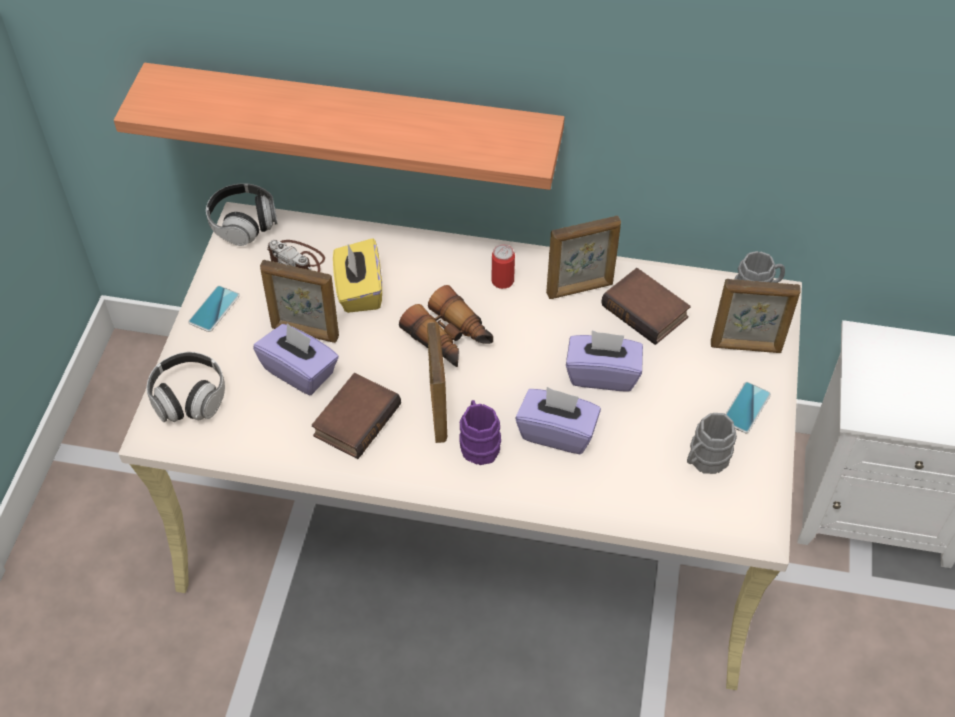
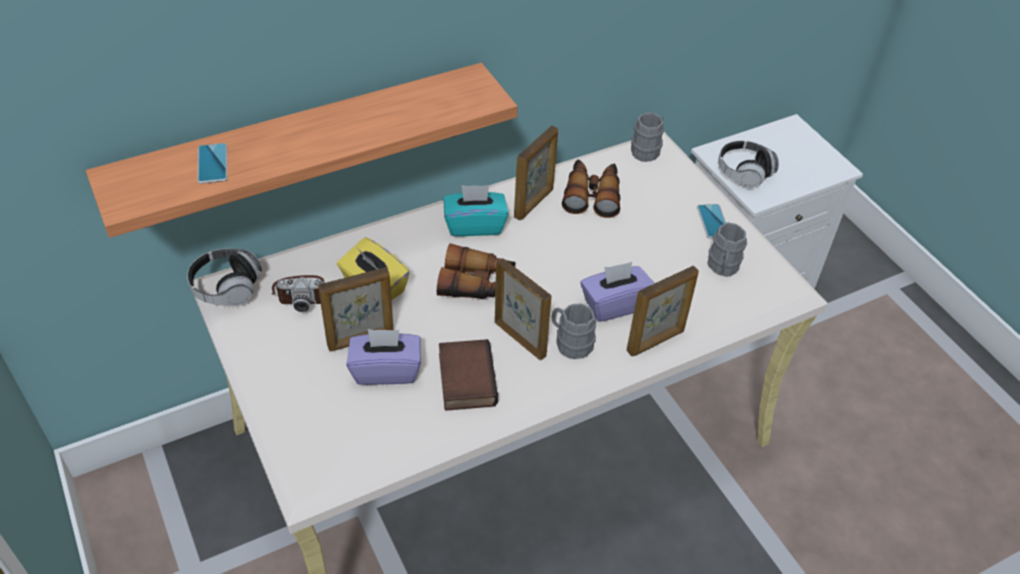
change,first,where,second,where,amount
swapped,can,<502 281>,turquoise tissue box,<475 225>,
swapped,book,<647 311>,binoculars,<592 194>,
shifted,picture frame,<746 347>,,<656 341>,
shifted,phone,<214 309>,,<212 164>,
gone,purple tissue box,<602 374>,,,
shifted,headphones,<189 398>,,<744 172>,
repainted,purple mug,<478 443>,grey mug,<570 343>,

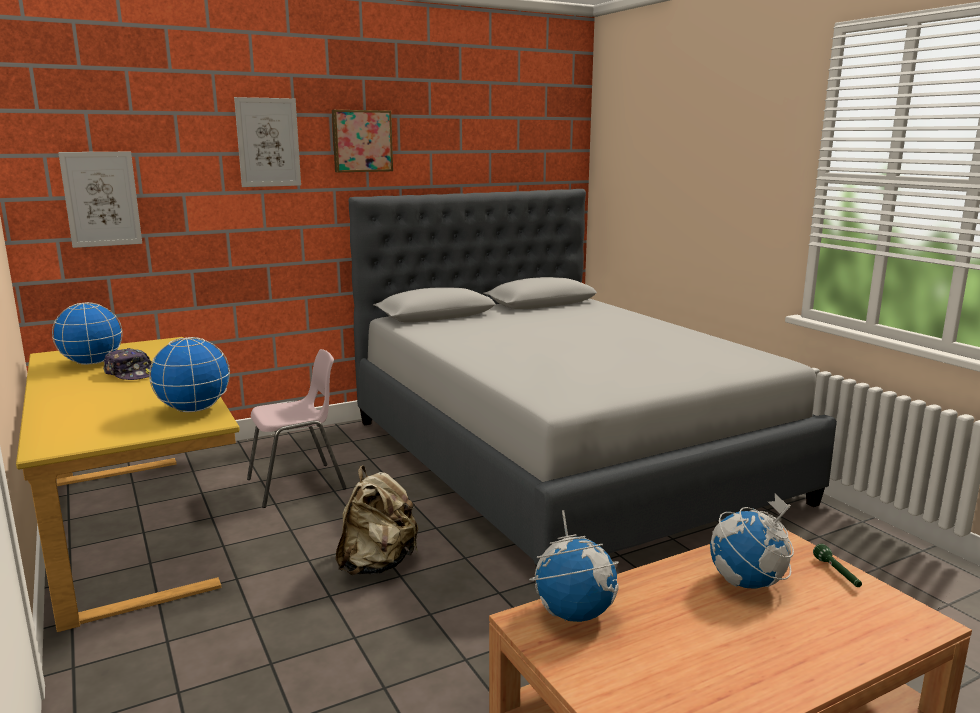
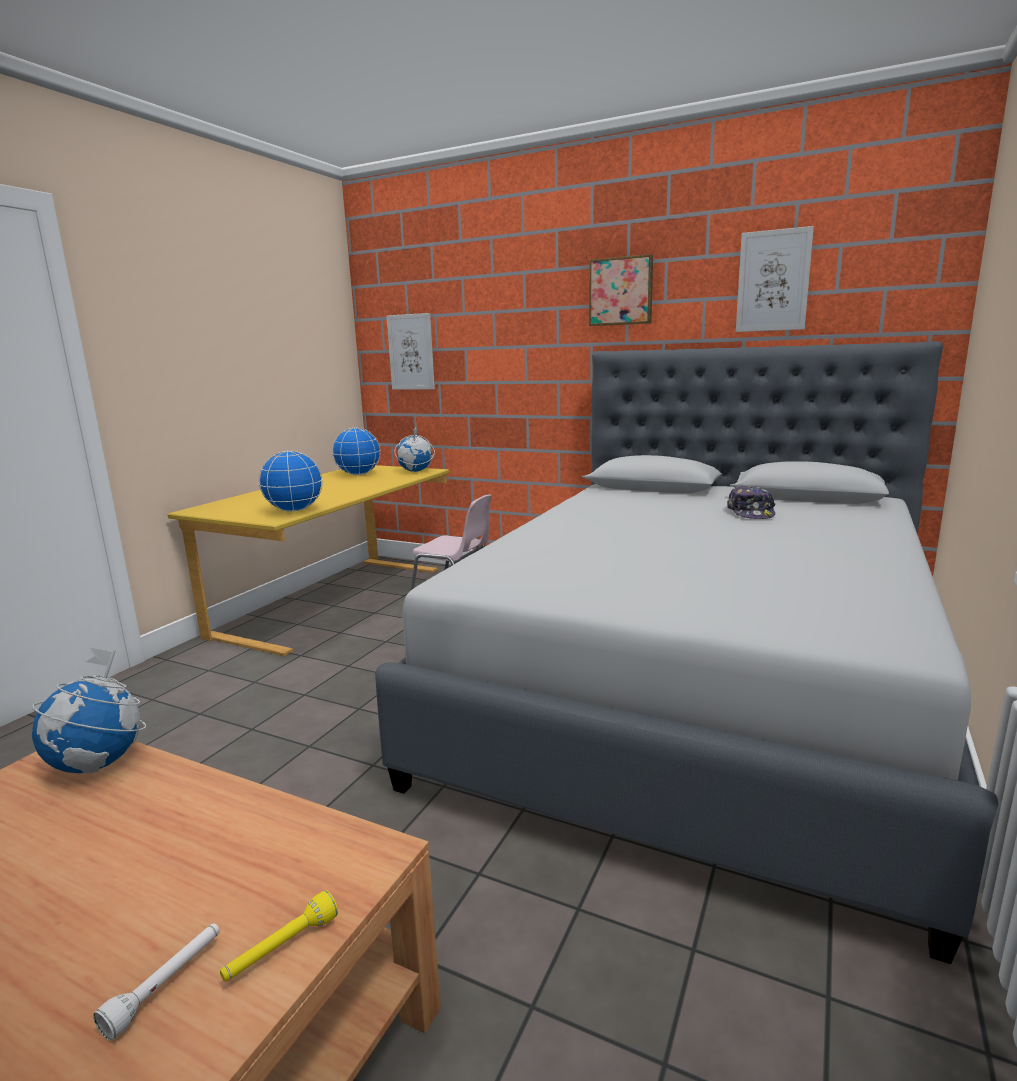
change,first,where,second,where,amount
shifted,picture,<268 142>,,<773 281>,
shifted,cap,<130 374>,,<751 513>,
gone,beige backpack,<377 564>,,,
shifted,globe,<747 583>,,<415 471>,
repainted,green flashlight,<837 574>,yellow flashlight,<281 949>,
new,,,white flashlight,<166 985>,

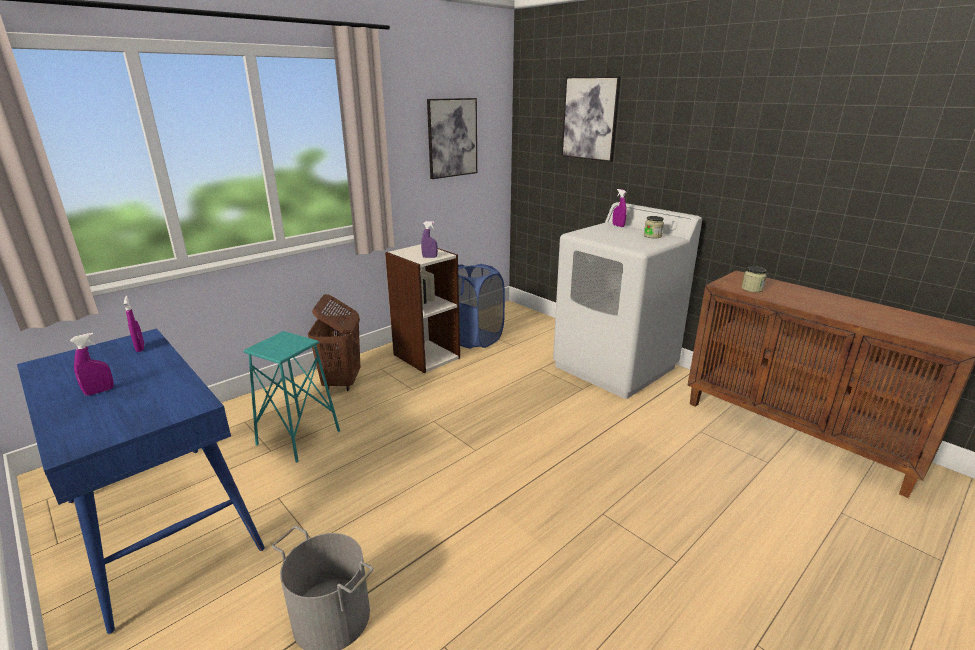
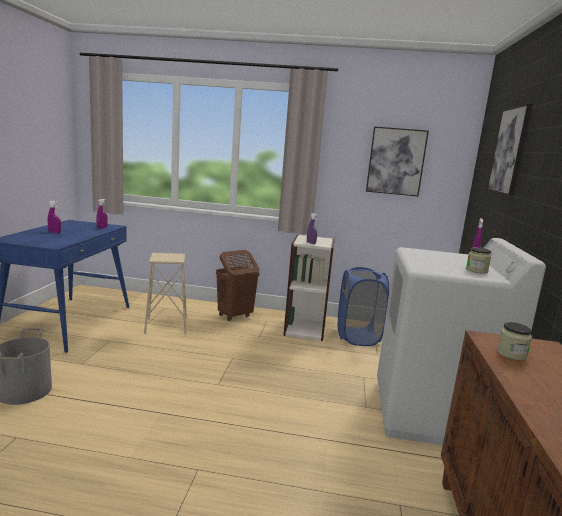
change,first,where,second,where,amount
repainted,turquoise stool,<299 438>,beige stool,<166 325>,

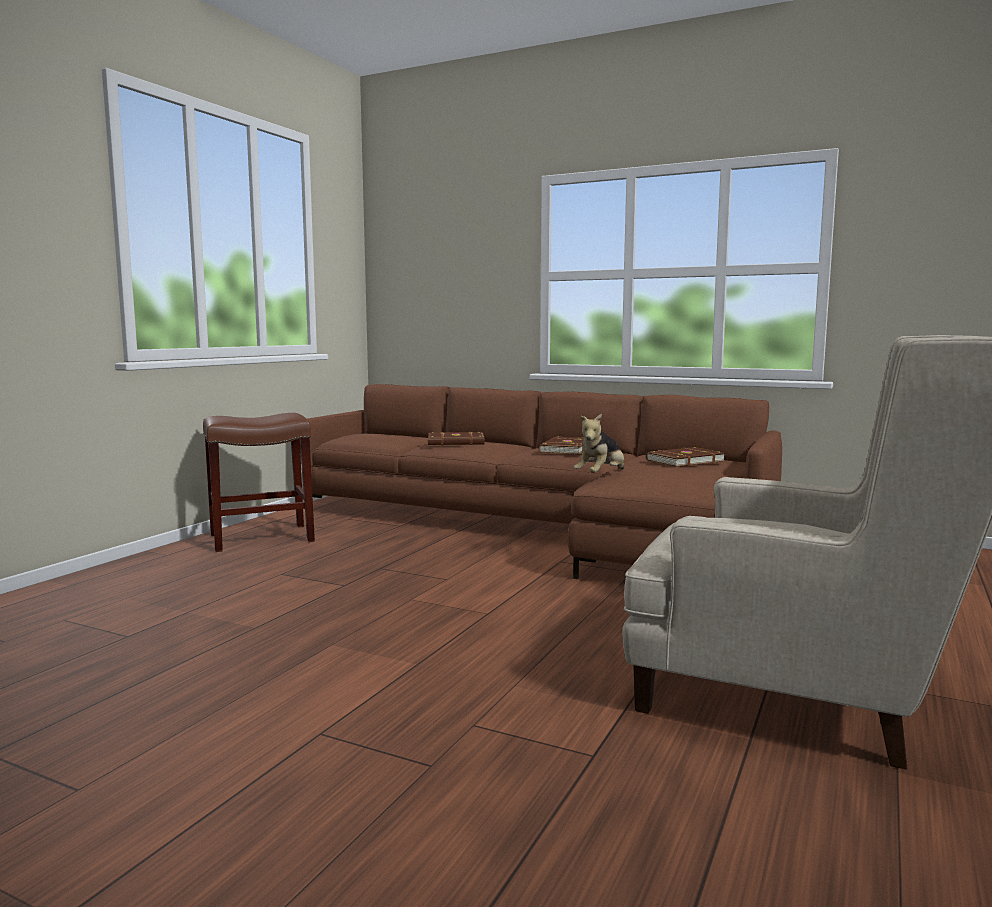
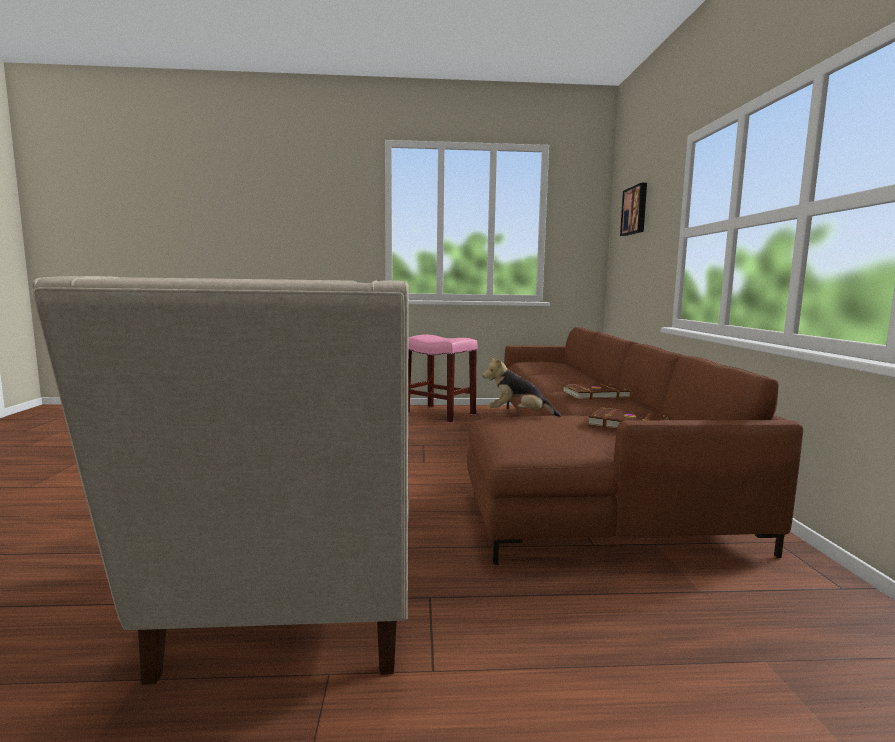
change,first,where,second,where,amount
repainted,brown stool,<262 537>,pink stool,<440 414>,
gone,brown book,<456 442>,,,
new,,,picture,<635 210>,

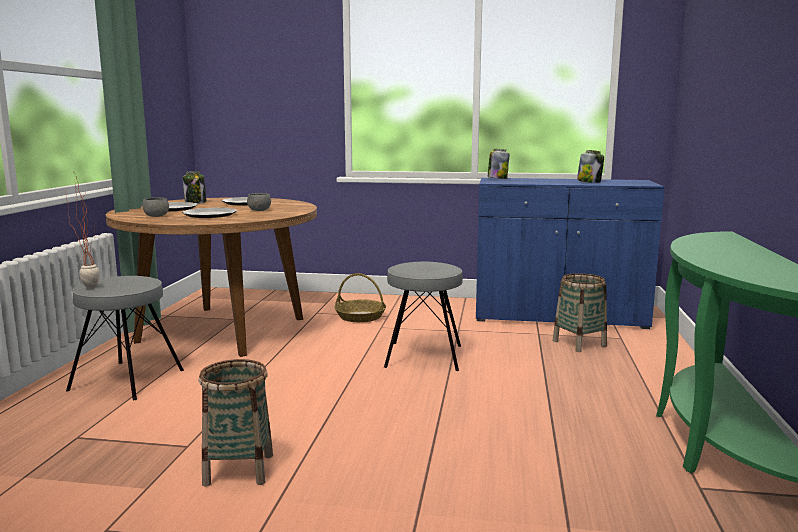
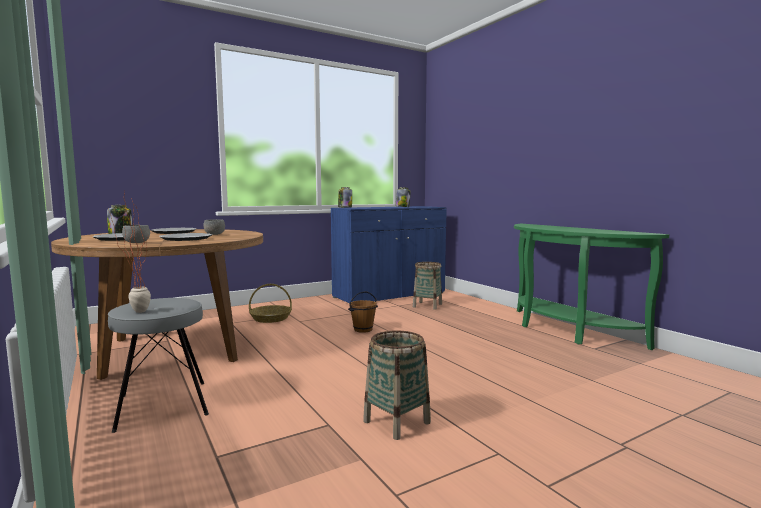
change,first,where,second,where,amount
swapped,grey stool,<424 356>,brown bucket,<363 329>,

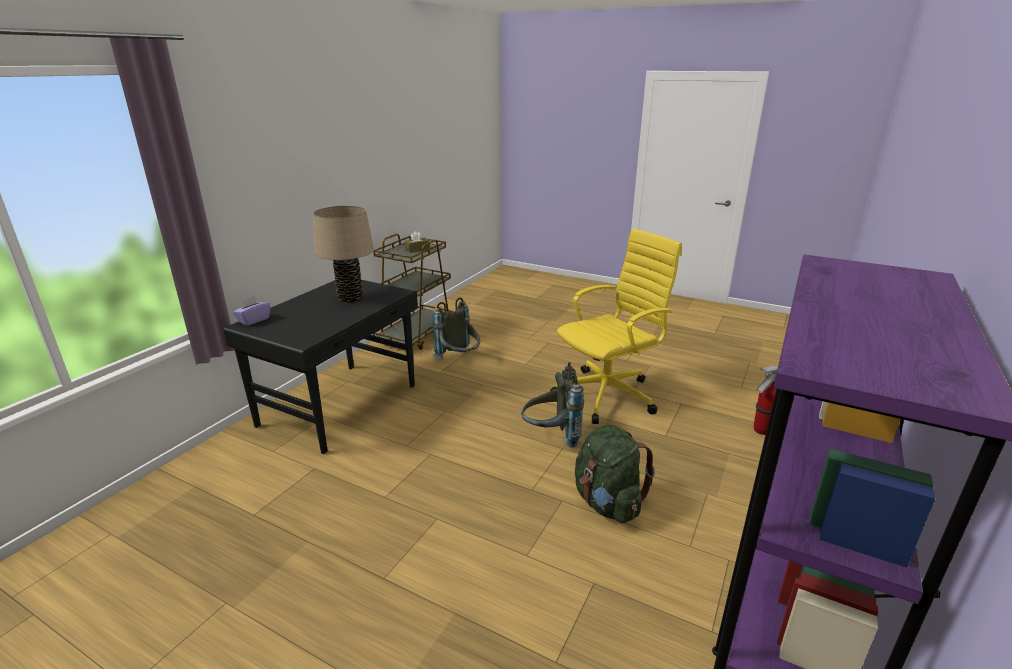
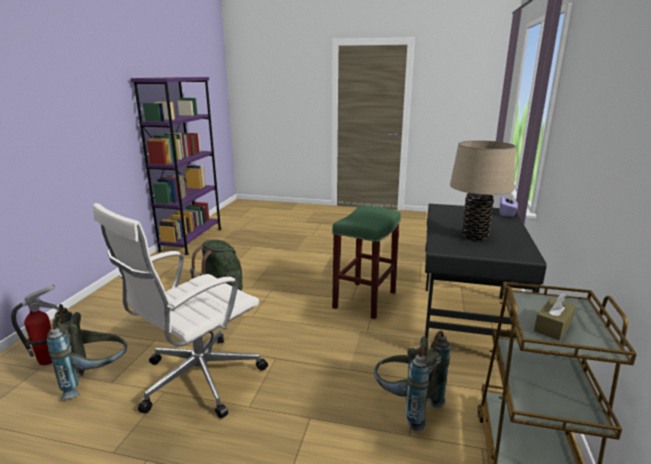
change,first,where,second,where,amount
repainted,yellow office chair,<608 395>,white office chair,<197 380>,
shifted,grey backpack,<551 436>,,<96 379>,
new,,,green stool,<364 299>,

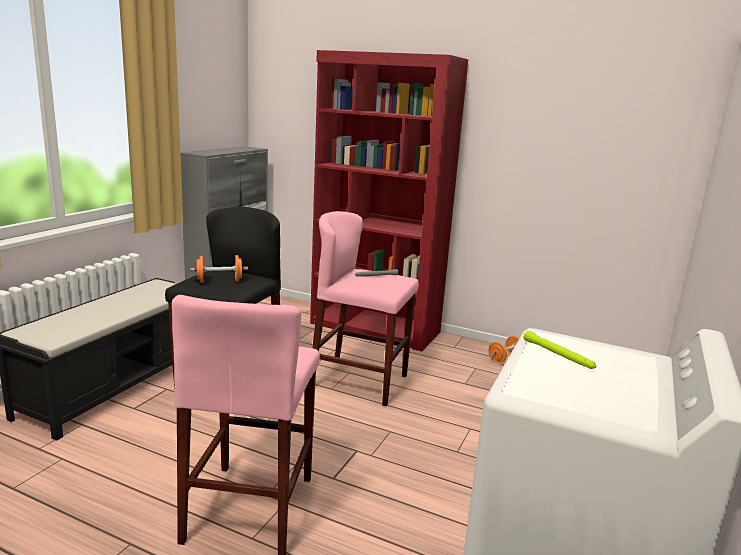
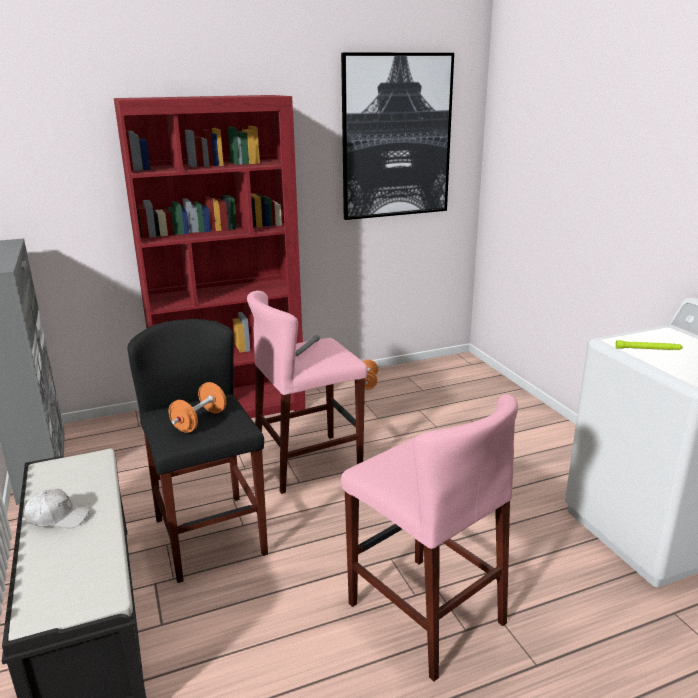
change,first,where,second,where,amount
new,,,picture,<396 137>,
new,,,white cap,<58 517>,

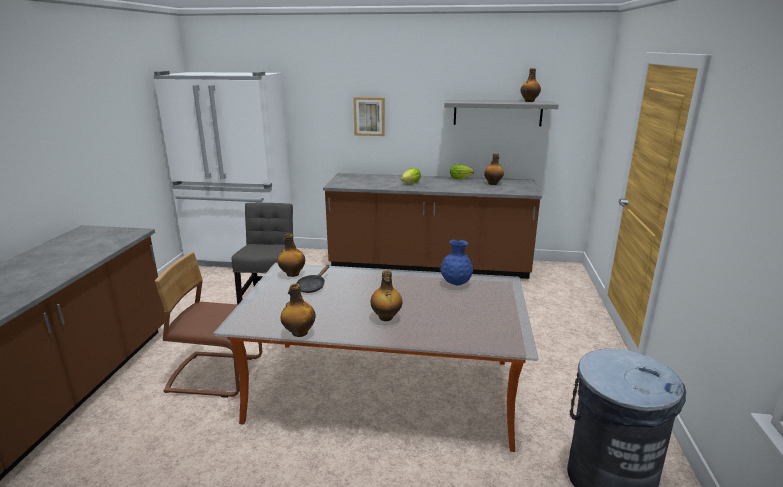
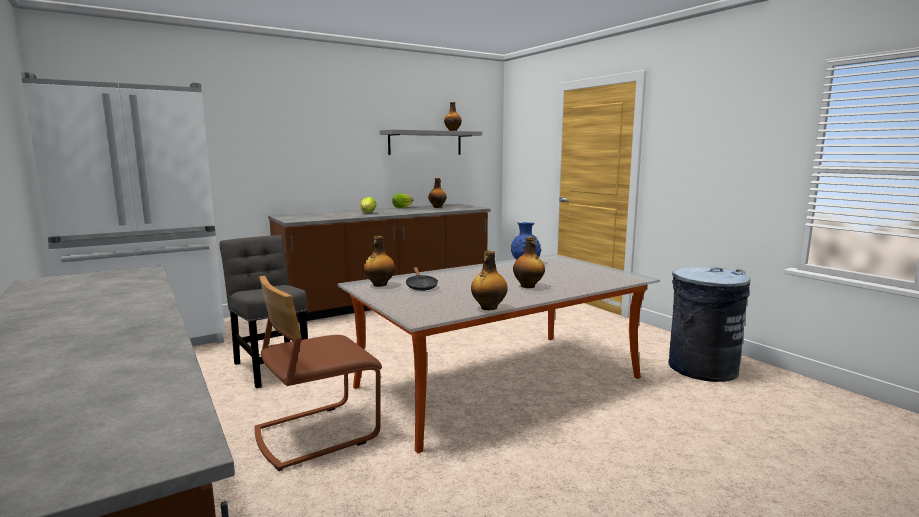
change,first,where,second,where,amount
gone,picture,<369 116>,,,

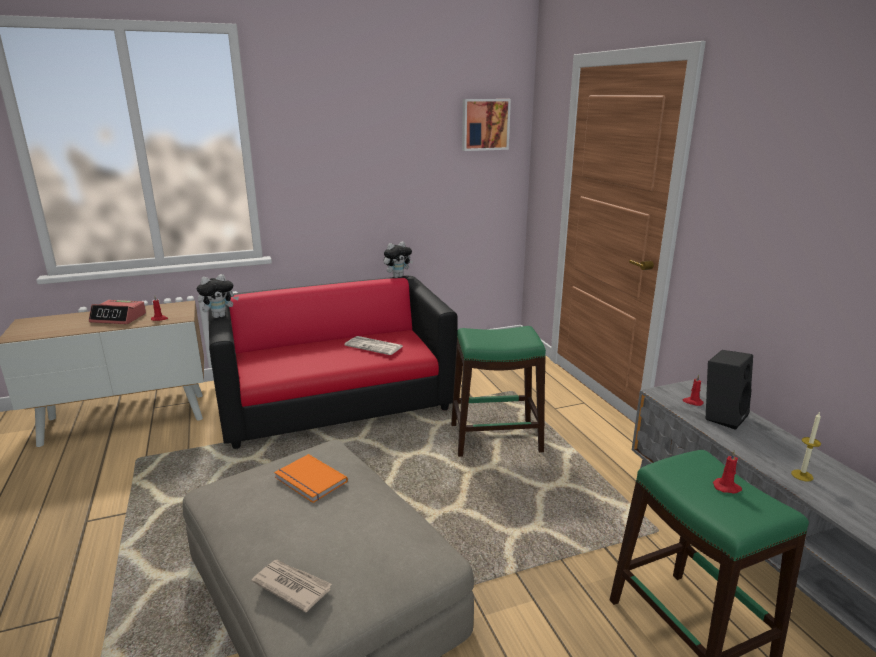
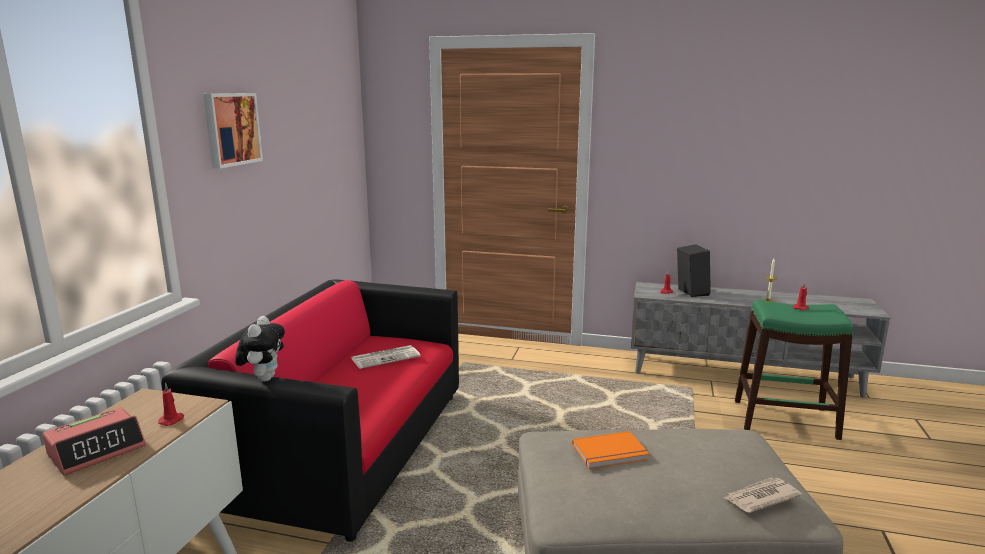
change,first,where,second,where,amount
shifted,picture,<485 124>,,<231 129>,
gone,plush toy,<397 276>,,,
gone,green stool,<495 438>,,,

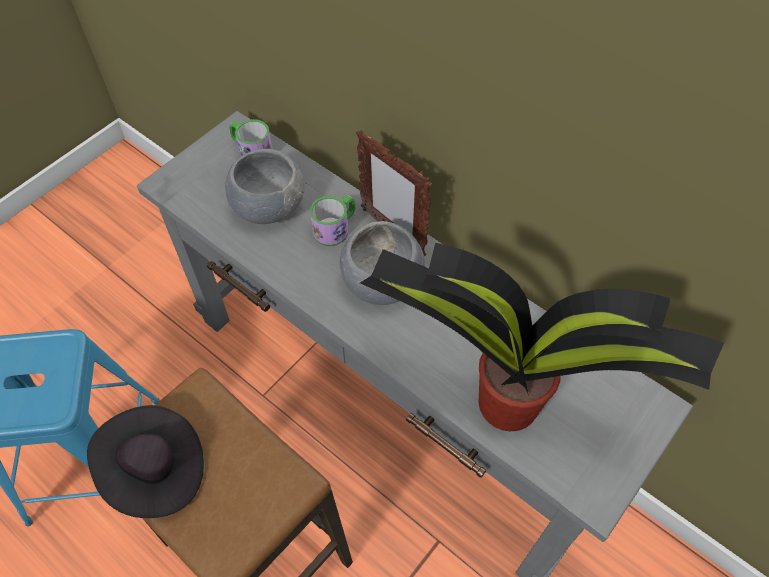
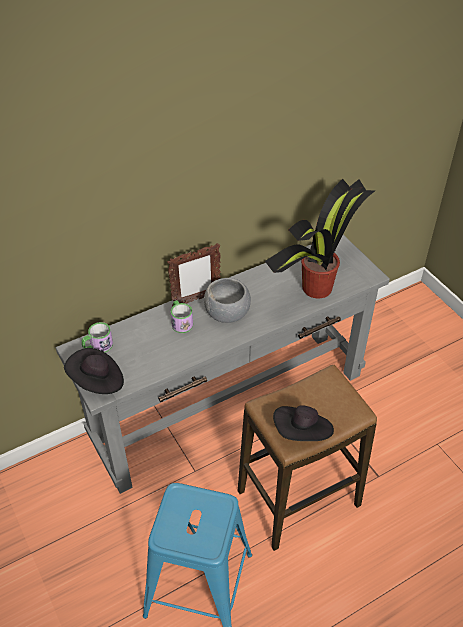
change,first,where,second,where,amount
gone,grey bowl,<268 206>,,,
new,,,black hat,<97 381>,

